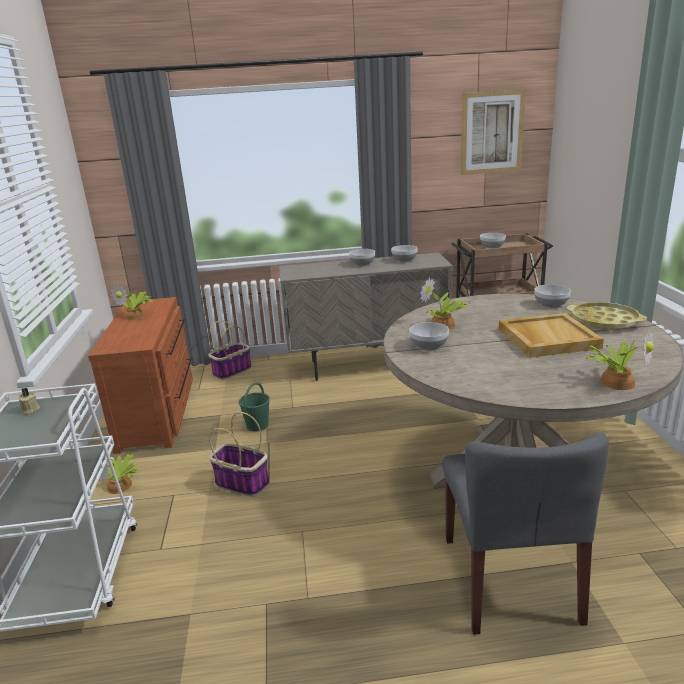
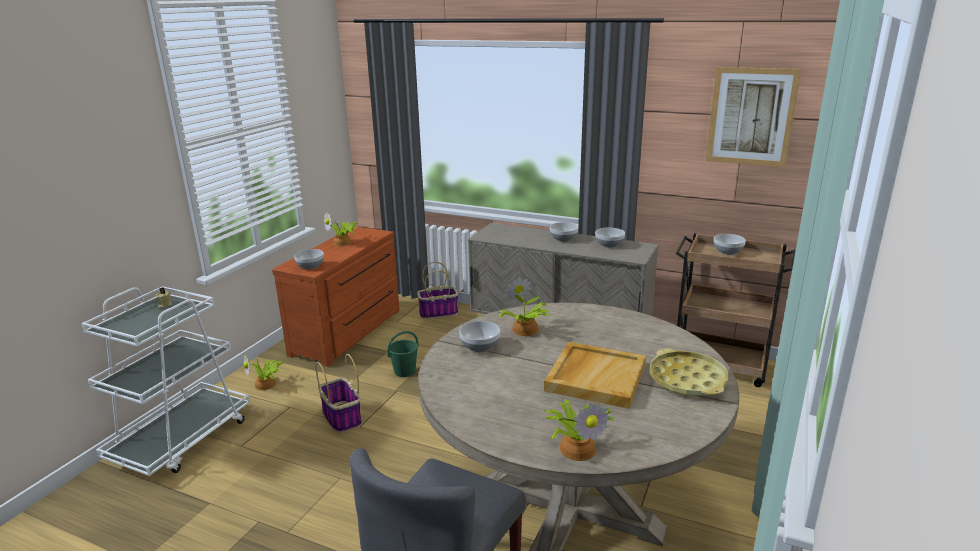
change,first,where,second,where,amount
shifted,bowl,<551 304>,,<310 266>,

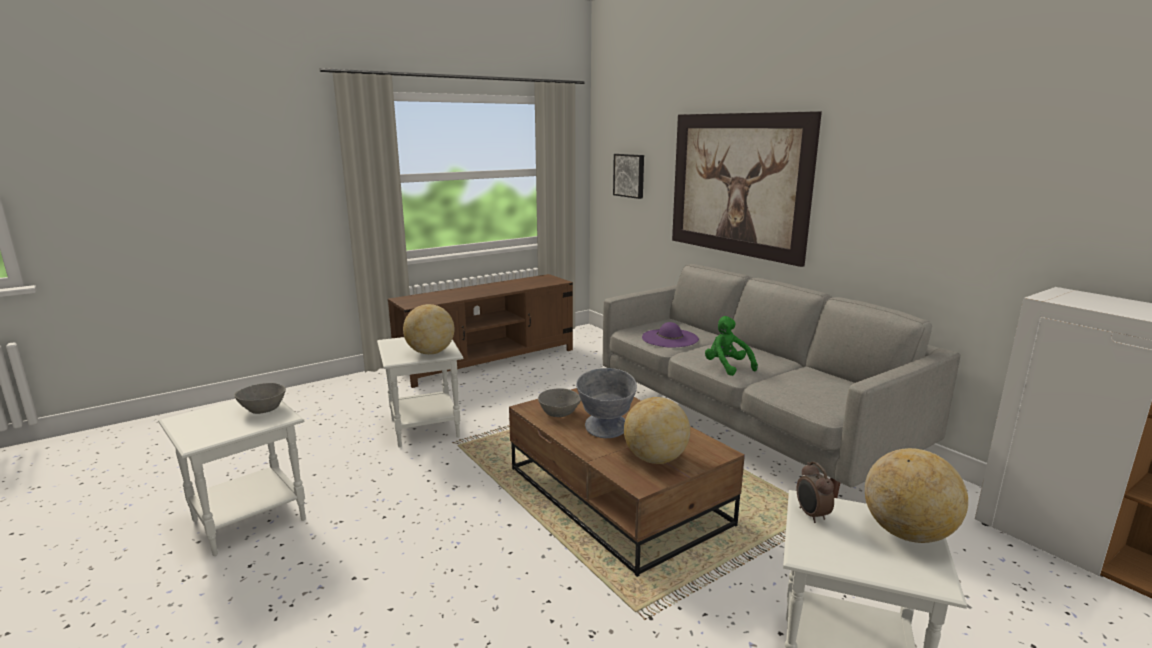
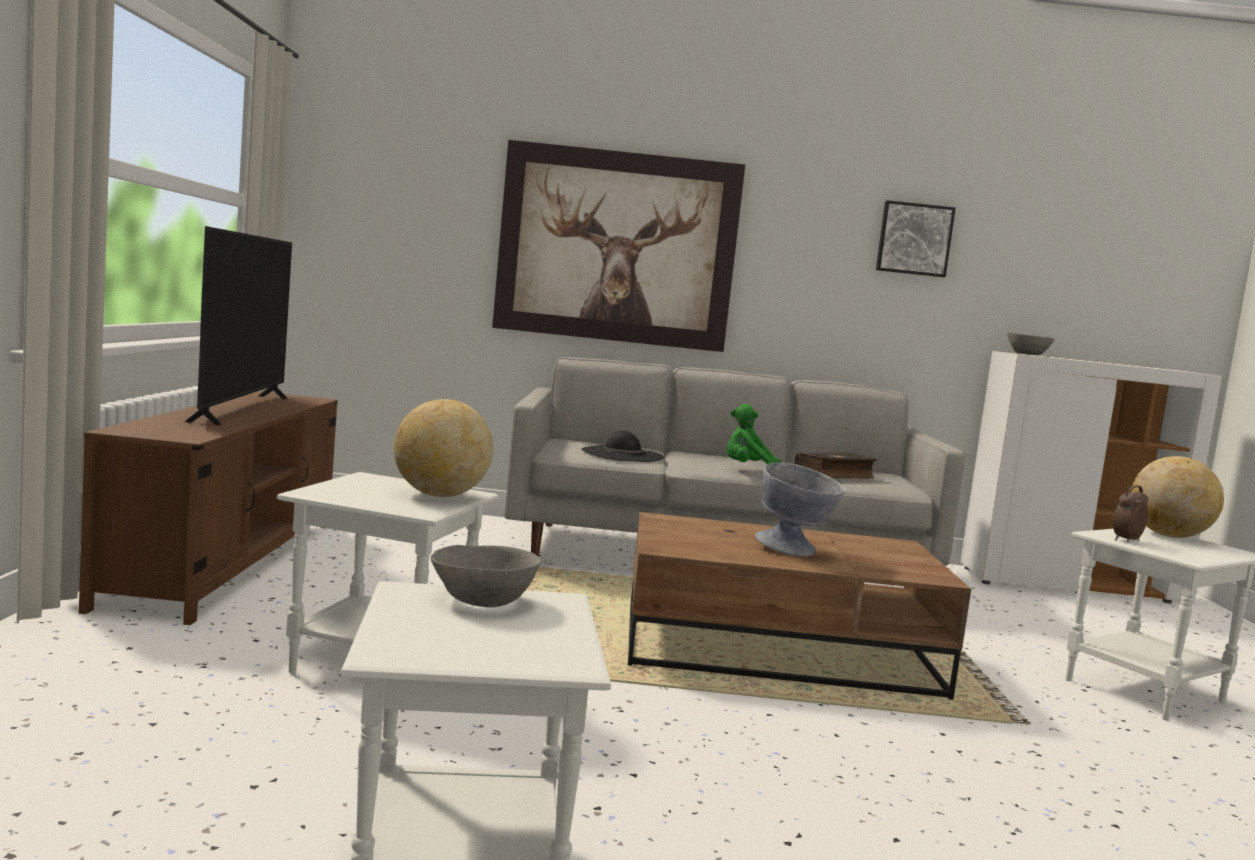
change,first,where,second,where,amount
shifted,picture,<630 175>,,<914 239>,
repainted,purple hat,<670 338>,black hat,<622 454>,
shifted,grey bowl,<559 413>,,<1028 354>,
gone,globe,<655 459>,,,
rotated,alarm clock,<811 515>,,<1125 540>,120 degrees clockwise
new,,,television,<241 409>,
new,,,book,<835 475>,

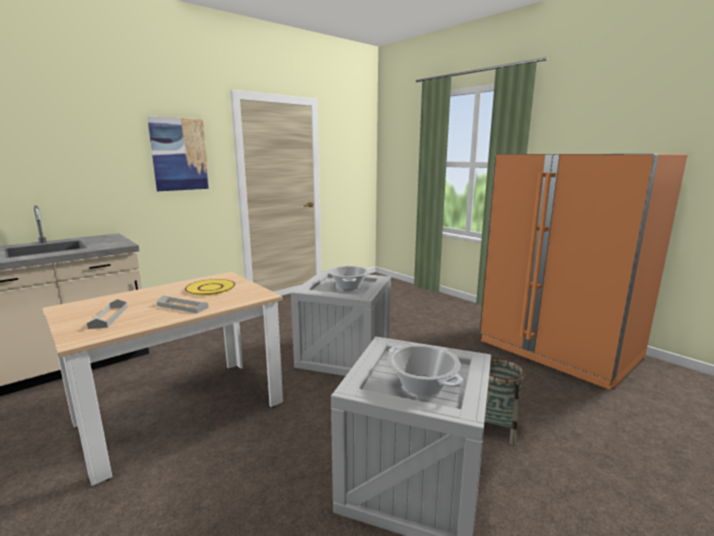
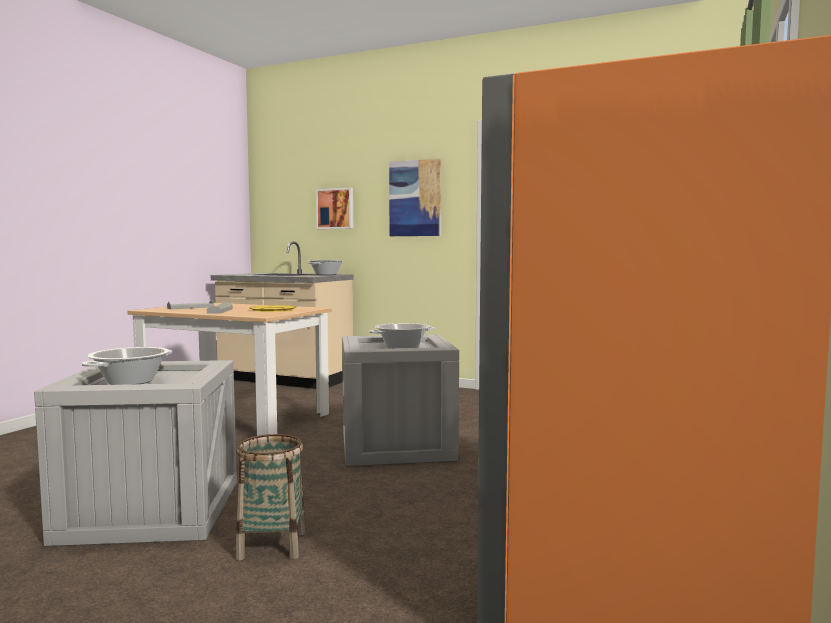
change,first,where,second,where,amount
new,,,picture,<335 209>,
new,,,cooking pot,<326 274>,

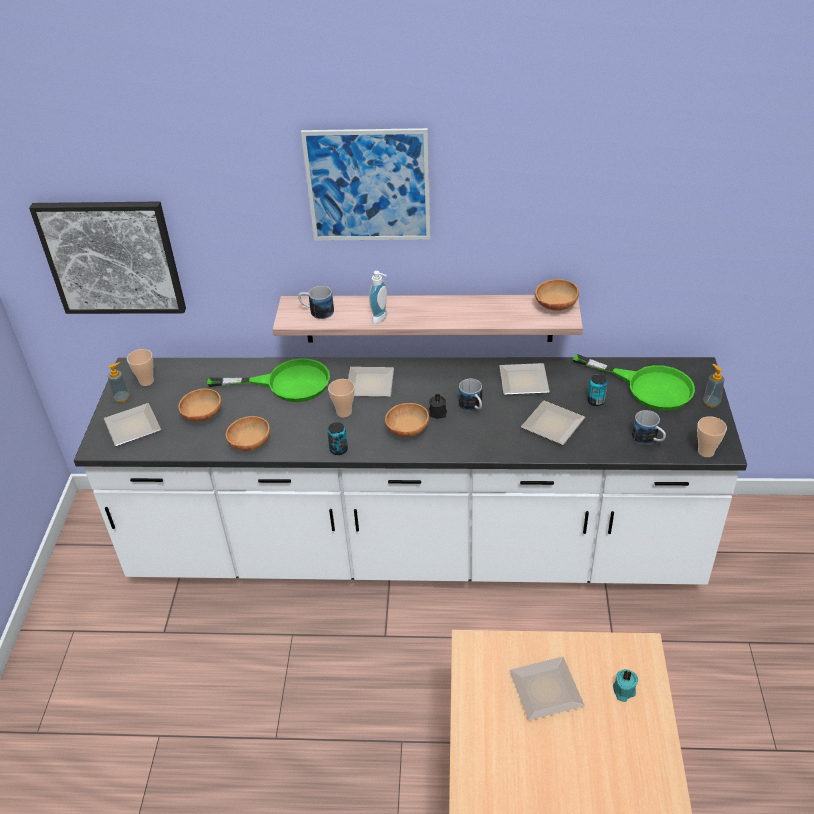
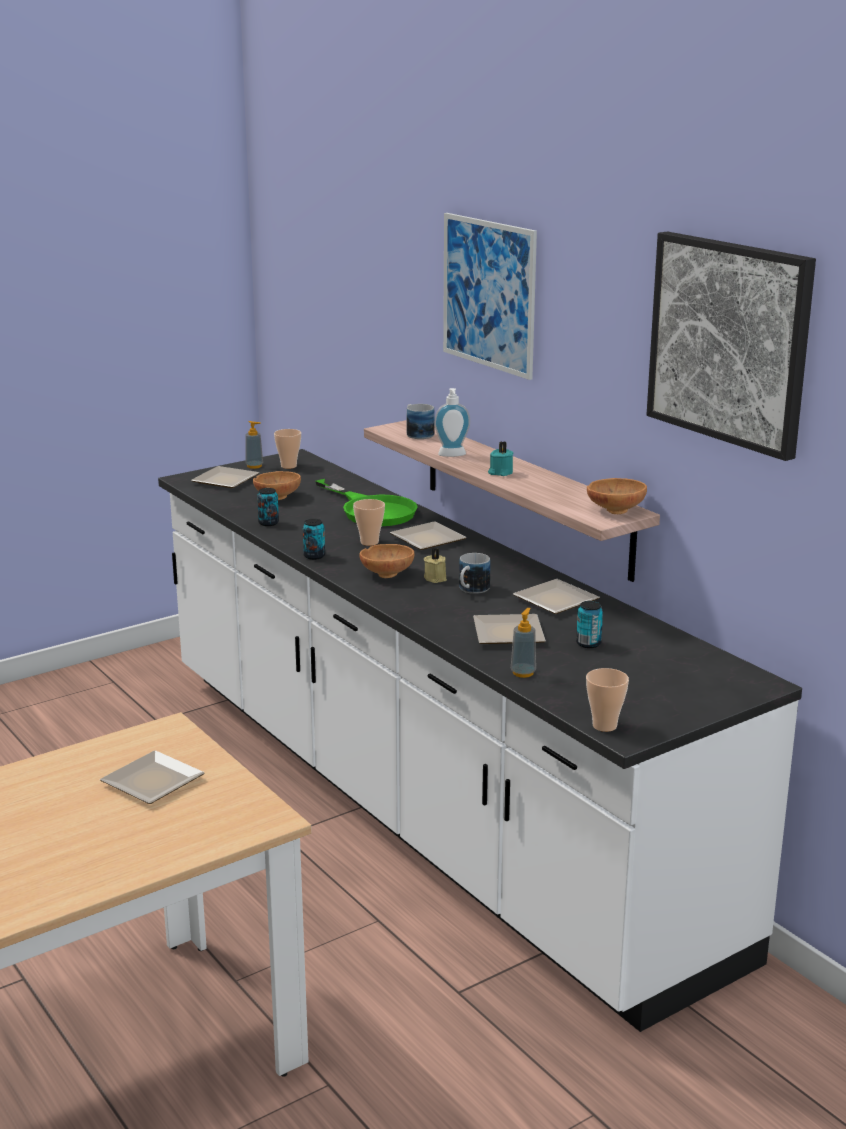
change,first,where,second,where,amount
shifted,picture,<112 257>,,<729 342>,
gone,green frying pan,<648 386>,,,
shifted,soap dispenser,<711 402>,,<523 673>,
repainted,black candle,<437 412>,beige candle,<436 578>,
gone,mug,<648 440>,,,
swapped,brown bowl,<249 444>,can,<268 523>,
shifted,turquoise candle,<623 691>,,<500 472>,

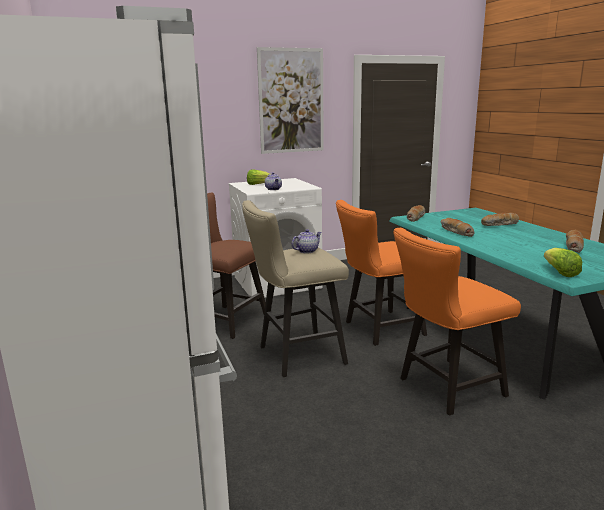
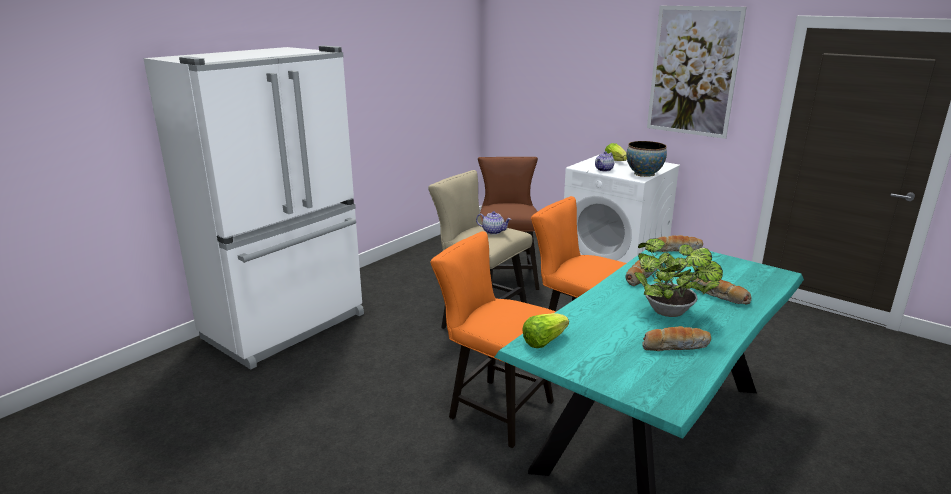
change,first,where,second,where,amount
new,,,bowl,<644 174>,
new,,,potted plant,<671 313>,

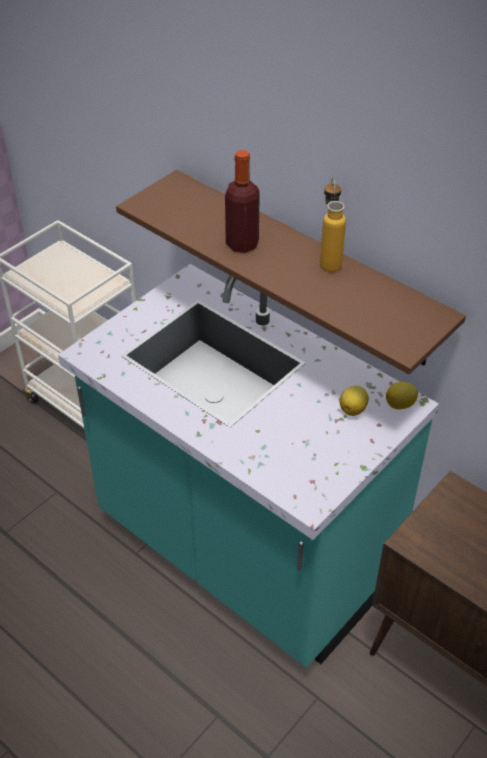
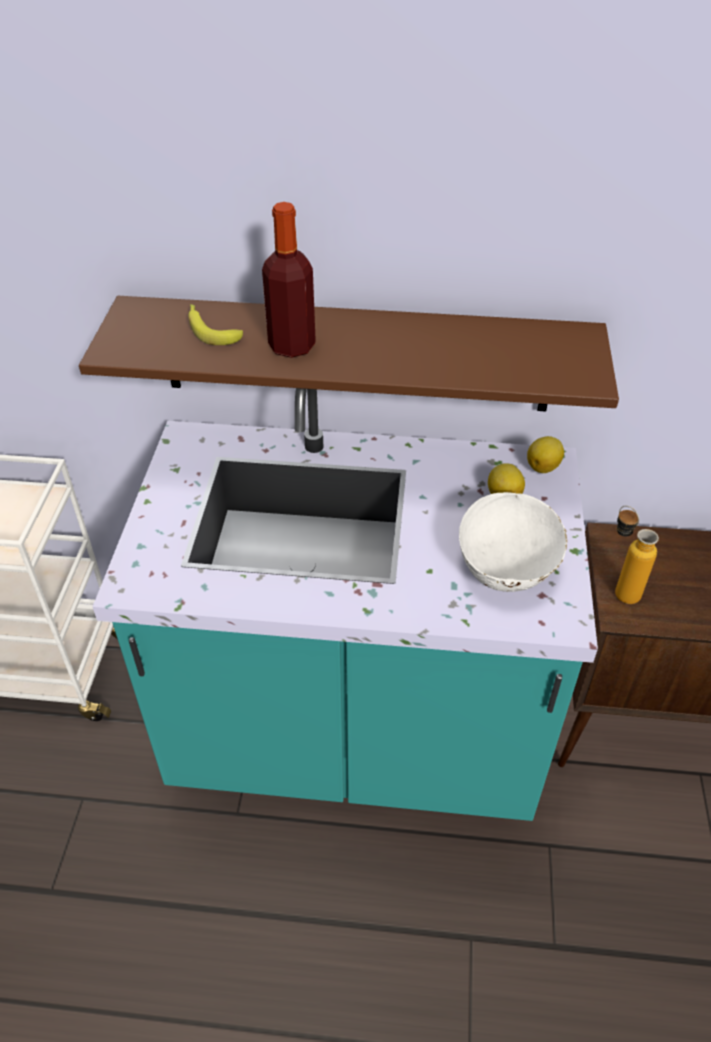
change,first,where,second,where,amount
shifted,bottle,<329 260>,,<618 589>,
new,,,banana,<210 329>,
new,,,white bowl,<507 567>,

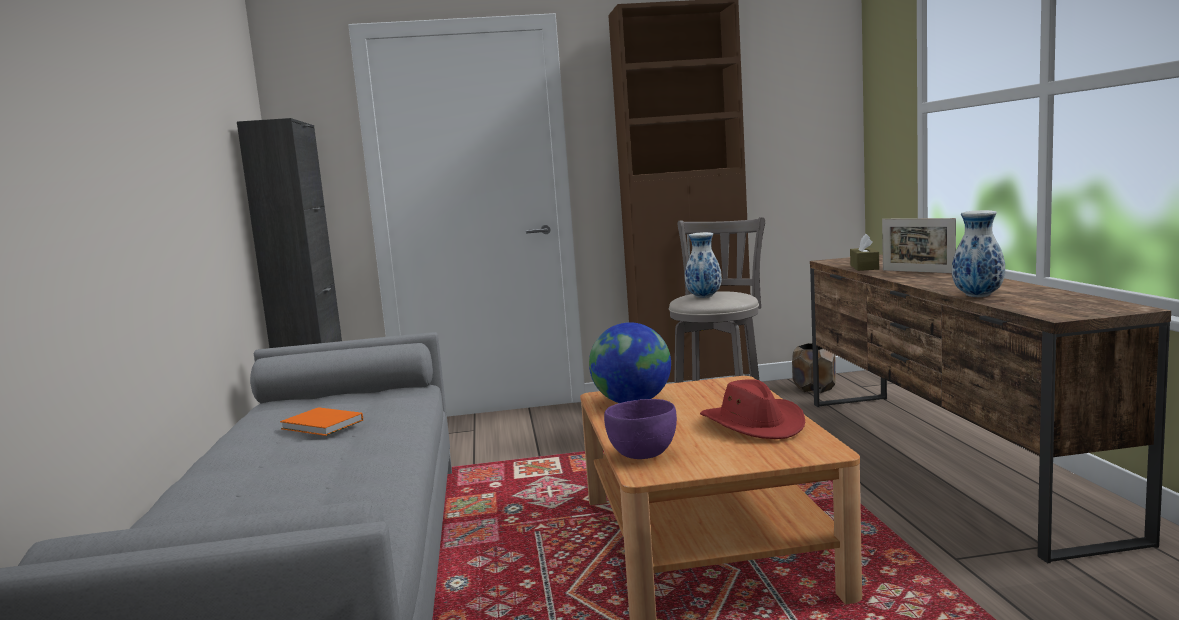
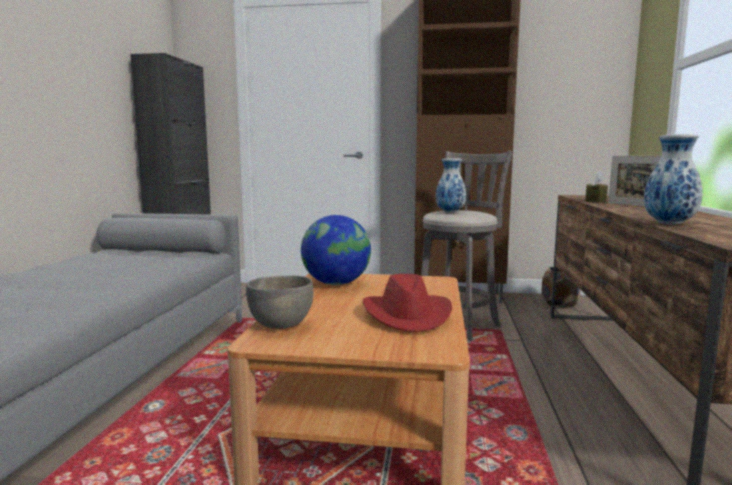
change,first,where,second,where,amount
repainted,purple bowl,<643 455>,grey bowl,<281 325>,
gone,orange book,<323 425>,,,

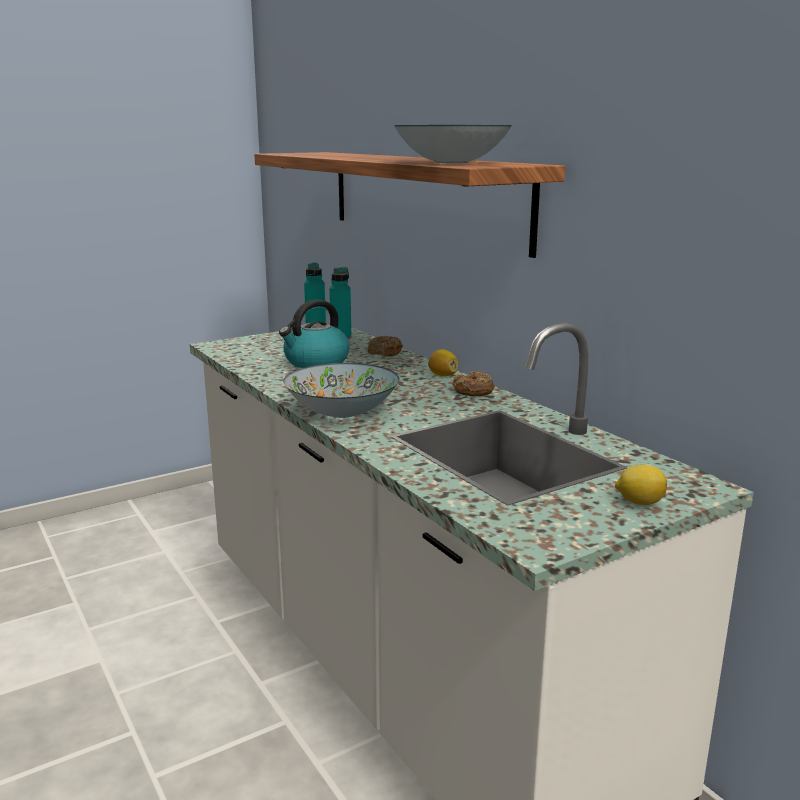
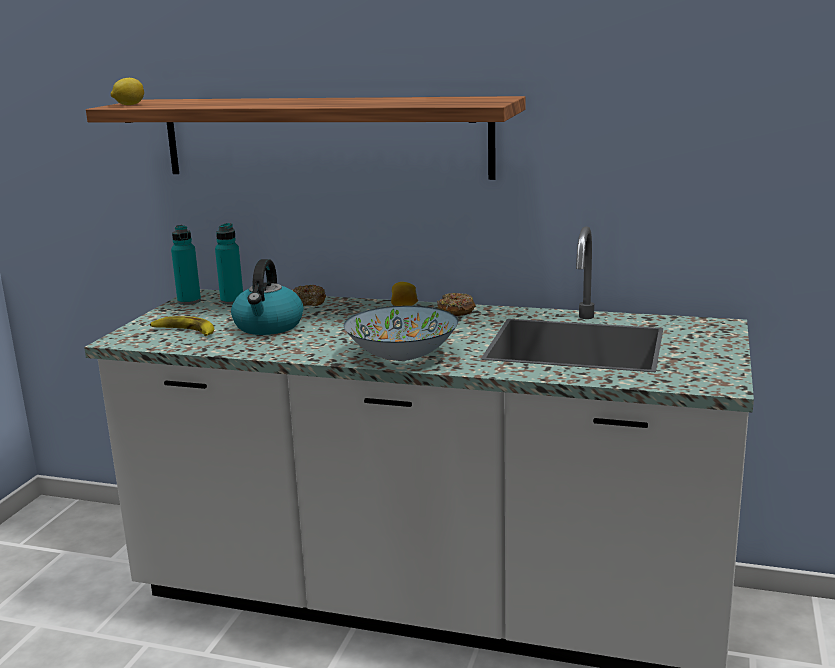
change,first,where,second,where,amount
gone,bowl,<451 162>,,,
shifted,lemon,<639 502>,,<129 105>,
new,,,banana,<184 332>,

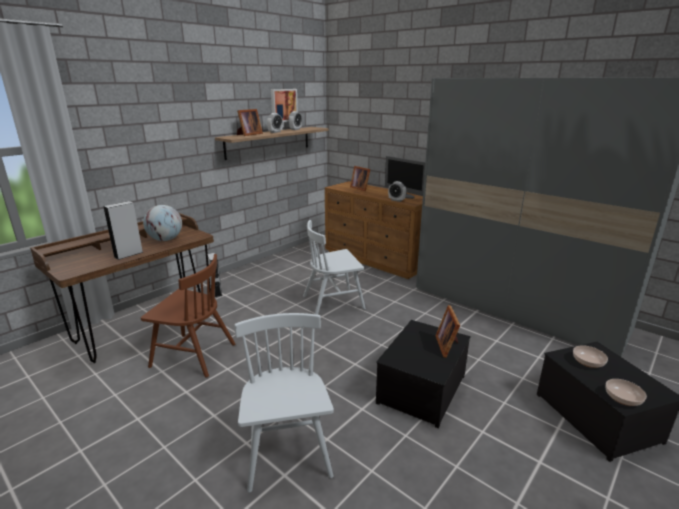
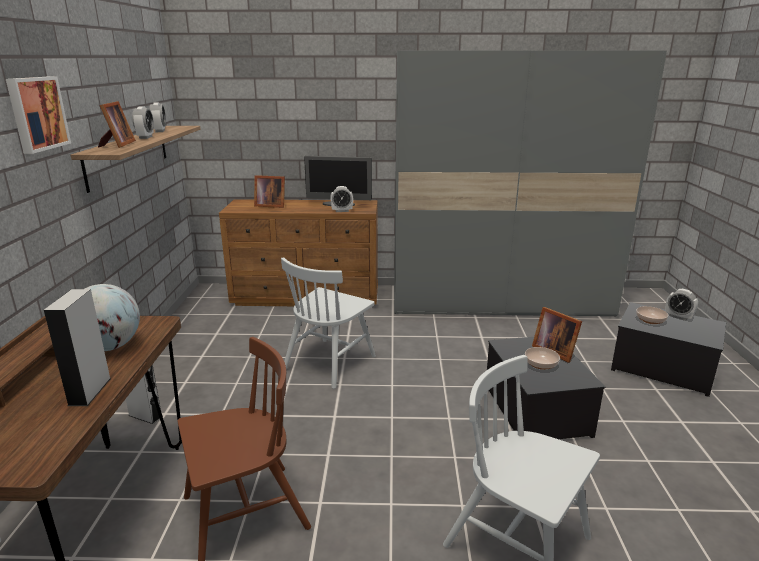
change,first,where,second,where,amount
shifted,picture,<283 105>,,<36 113>,
shifted,bowl,<623 398>,,<541 364>,
new,,,alarm clock,<678 317>,

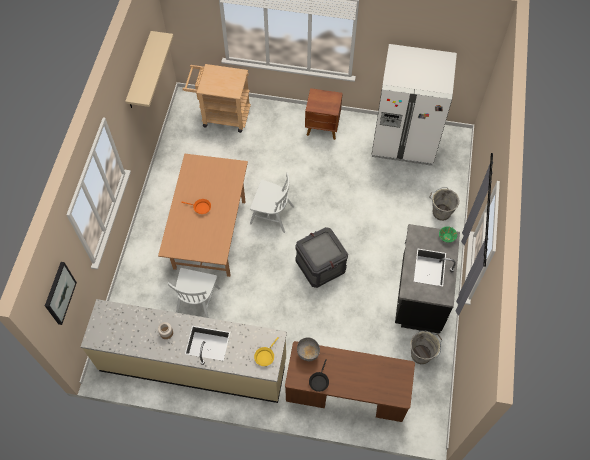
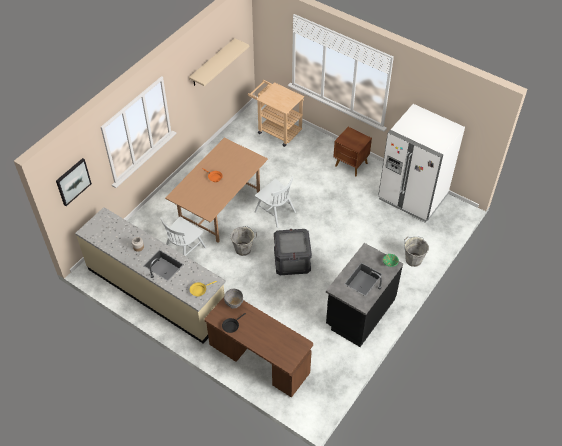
change,first,where,second,where,amount
shifted,grey bucket,<421 354>,,<244 249>,

